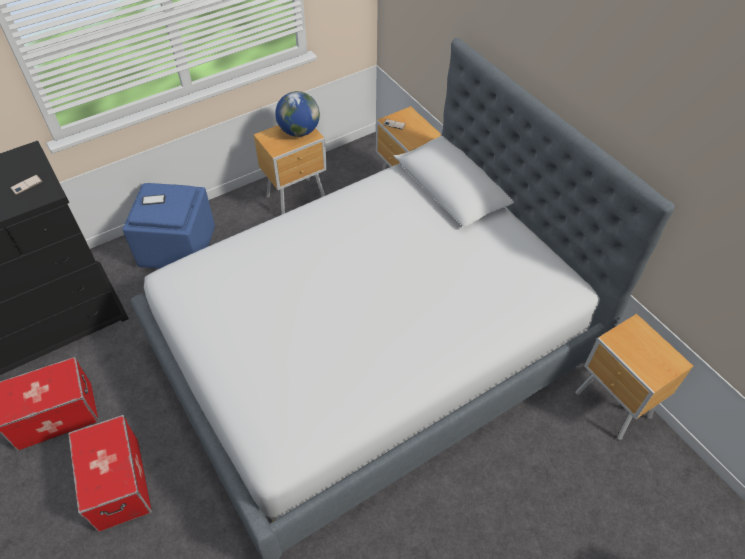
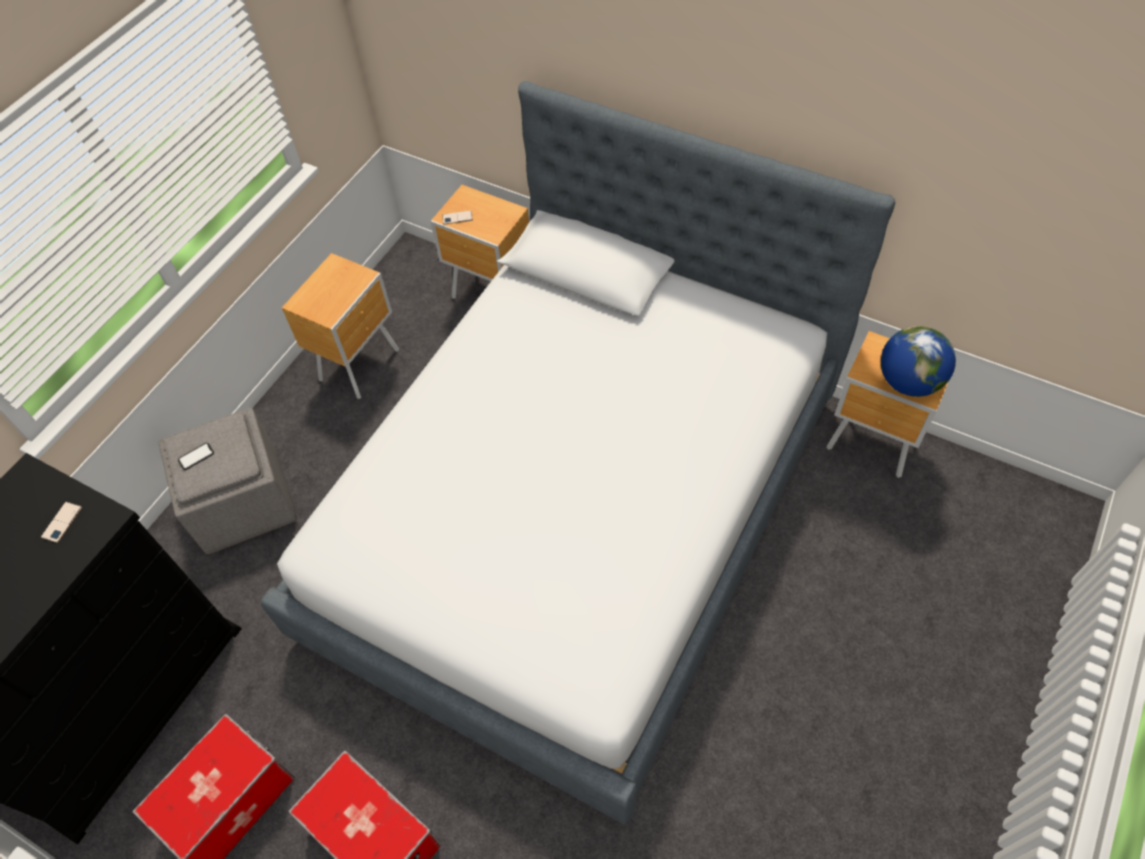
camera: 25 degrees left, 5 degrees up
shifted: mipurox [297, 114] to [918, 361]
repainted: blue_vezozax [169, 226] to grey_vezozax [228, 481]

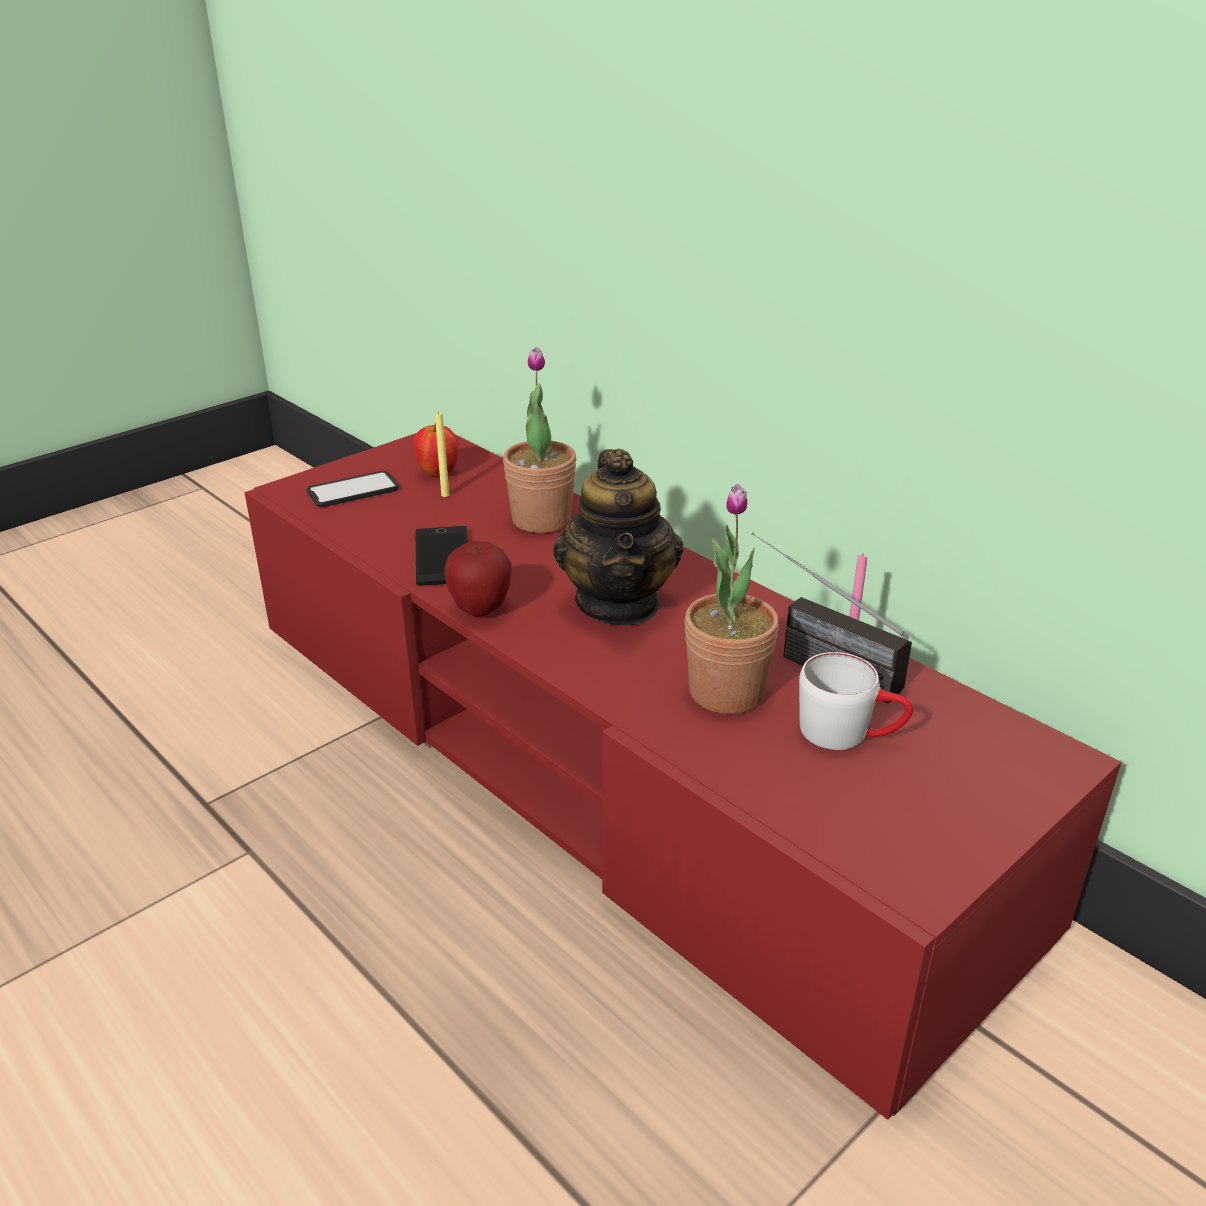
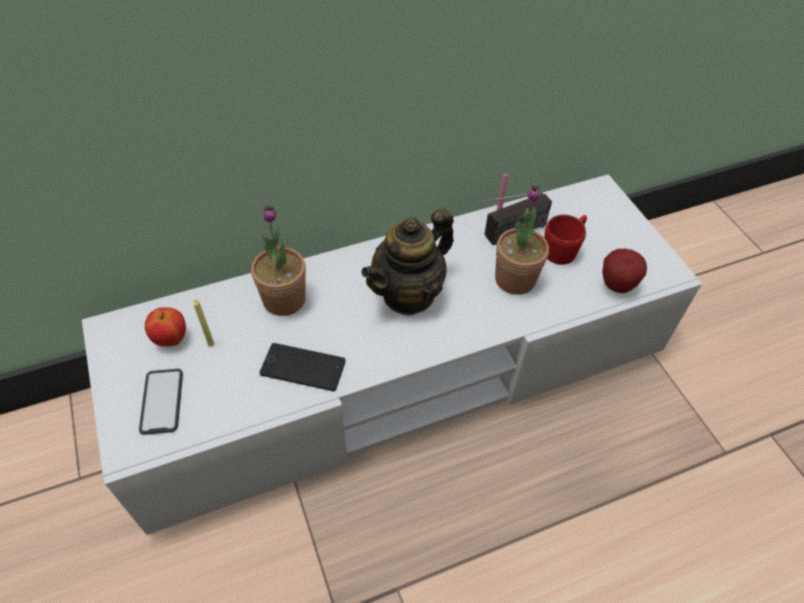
camera: 70 degrees left, 20 degrees up
shifted: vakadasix [478, 579] to [624, 271]
repainted: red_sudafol [683, 776] to white_sudafol [392, 354]; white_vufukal [856, 701] to red_vufukal [565, 240]
rotated: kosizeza [618, 537] = [407, 262] 120 degrees clockwise

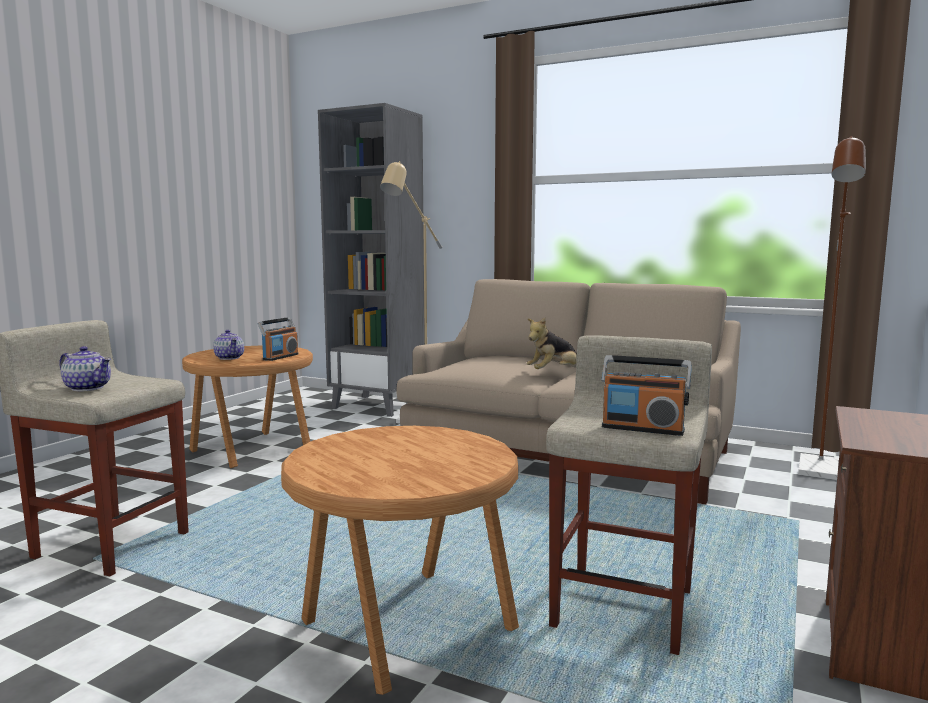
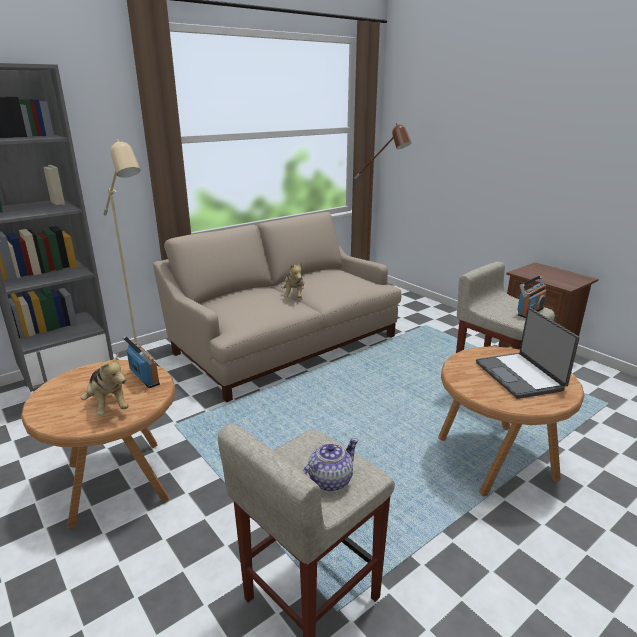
camera: 65 degrees left, 15 degrees up
new: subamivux [527, 353]
swapped: kosizeza [228, 345] to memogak [105, 384]

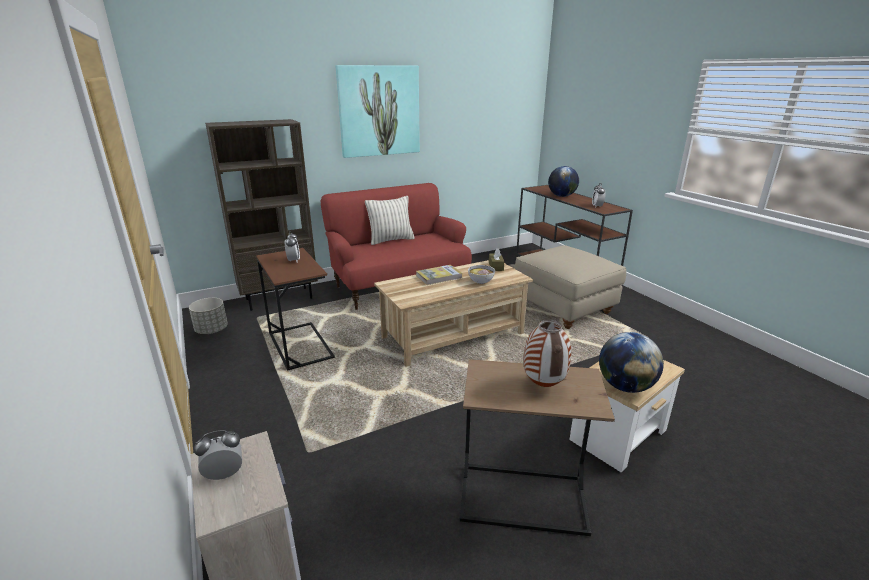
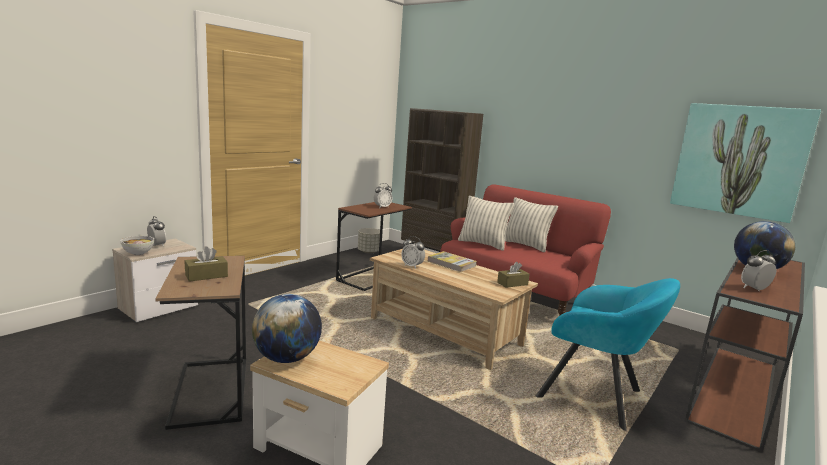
camera: 65 degrees right, 10 degrees down
new: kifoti [413, 252]; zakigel [486, 223]
shifted: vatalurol [481, 274] to [137, 245]; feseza [378, 111] to [745, 163]
swapped: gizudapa [547, 353] to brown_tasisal [206, 264]; beige_vezozax [570, 287] to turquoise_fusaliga [608, 354]

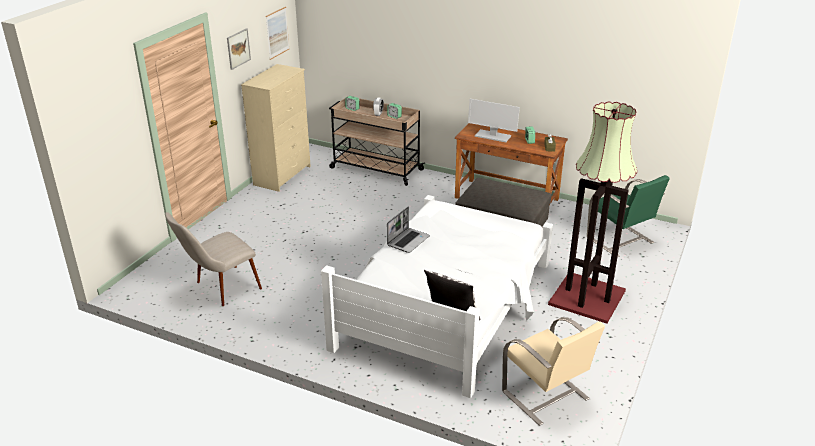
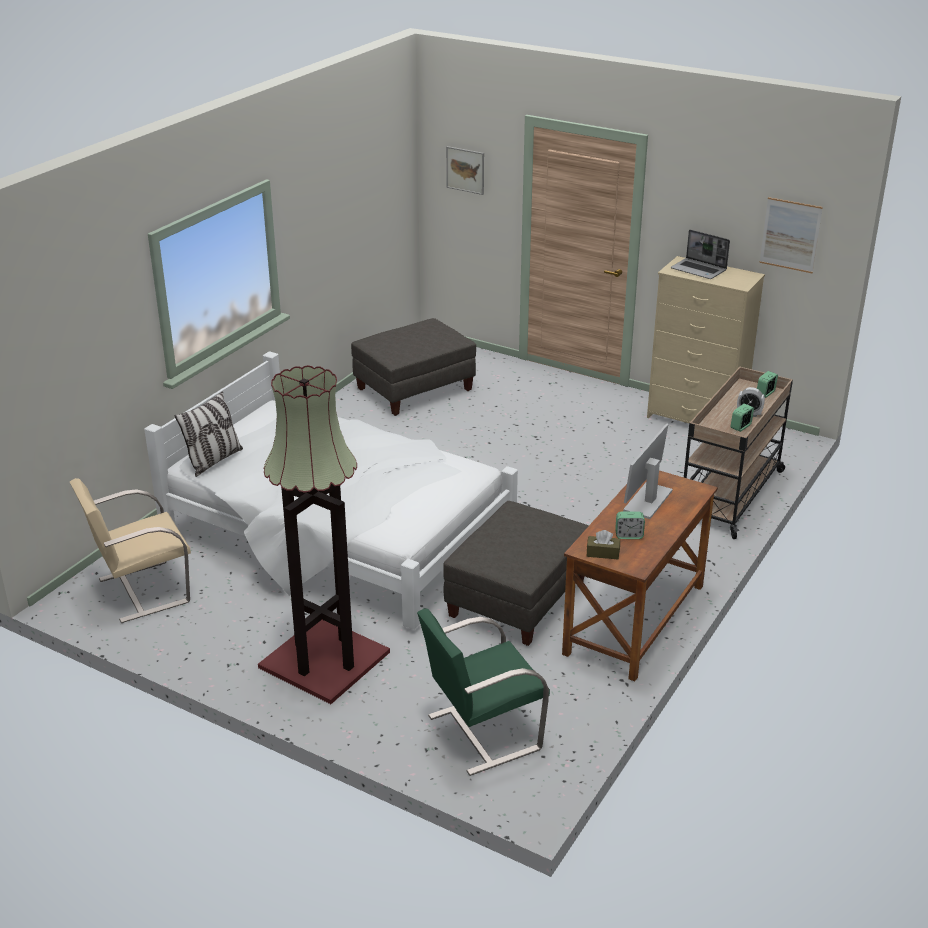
camera: 95 degrees right, 0 degrees up
shifted: feseza [239, 49] to [465, 170]; subamivux [408, 230] to [700, 254]
swapped: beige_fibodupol [213, 259] to grey_vezozax [413, 367]

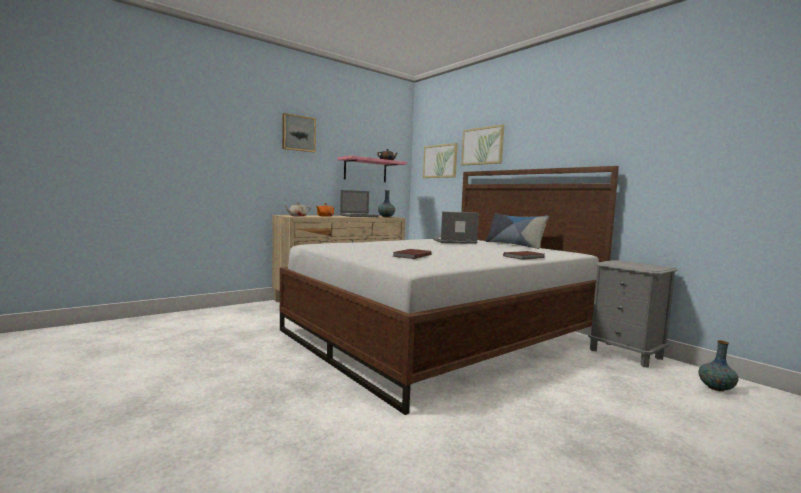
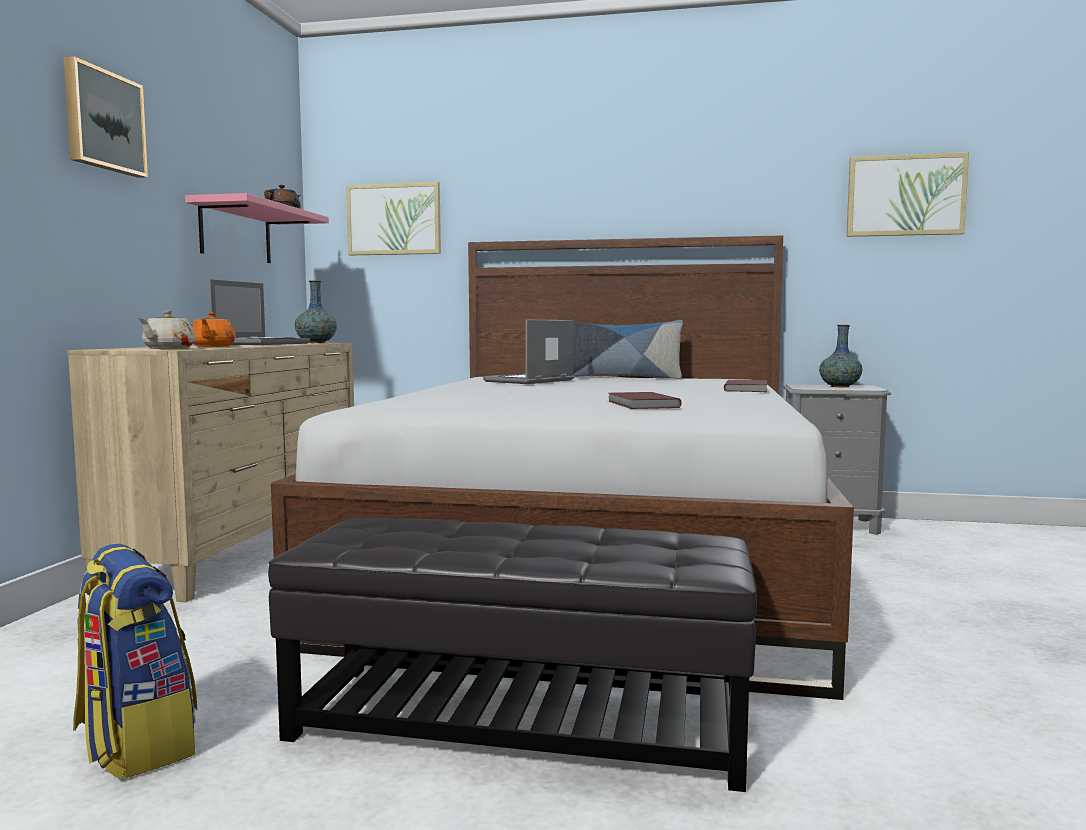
camera: 40 degrees left, 0 degrees up
new: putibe [135, 661]; black_vezozax [512, 655]
shifted: gizudapa [718, 365] to [840, 356]; feseza [483, 144] to [907, 194]

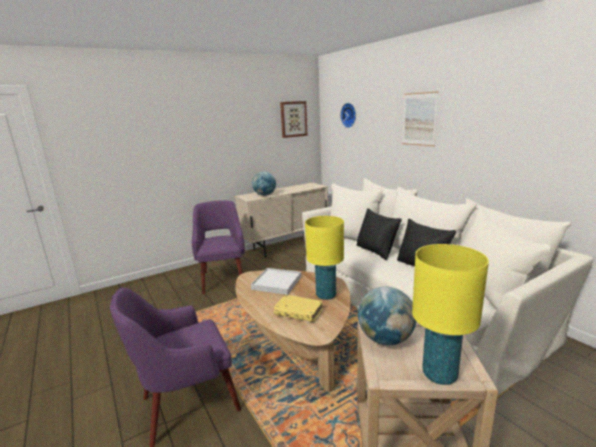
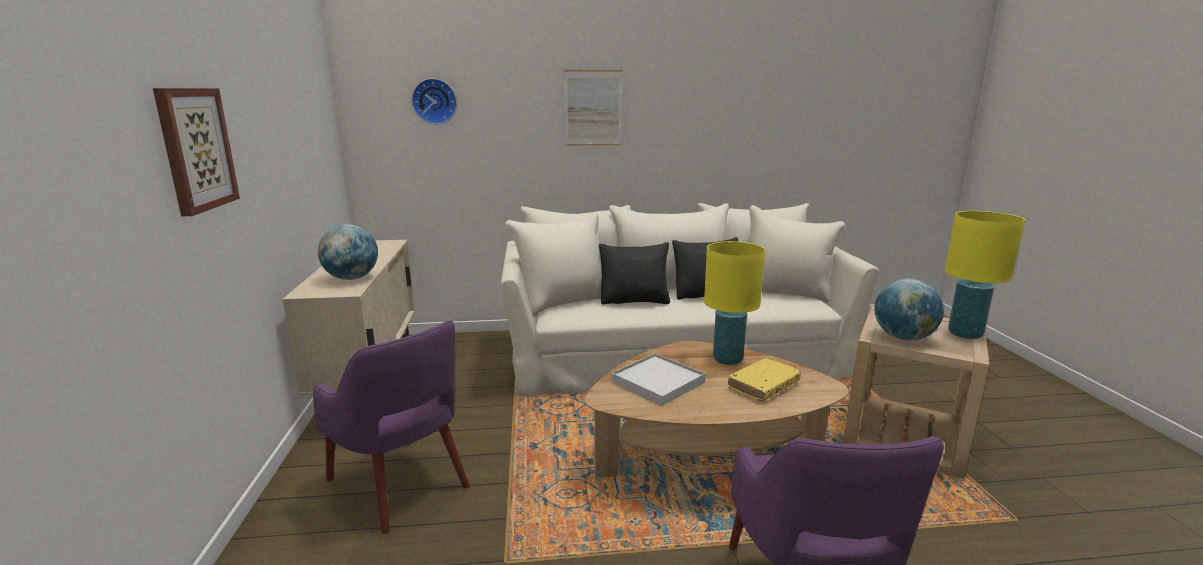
camera: 65 degrees left, 0 degrees up
shifted: feseza [294, 119] to [196, 152]
rotated: purple_fusaliga [218, 247] = [391, 427] 150 degrees counterclockwise

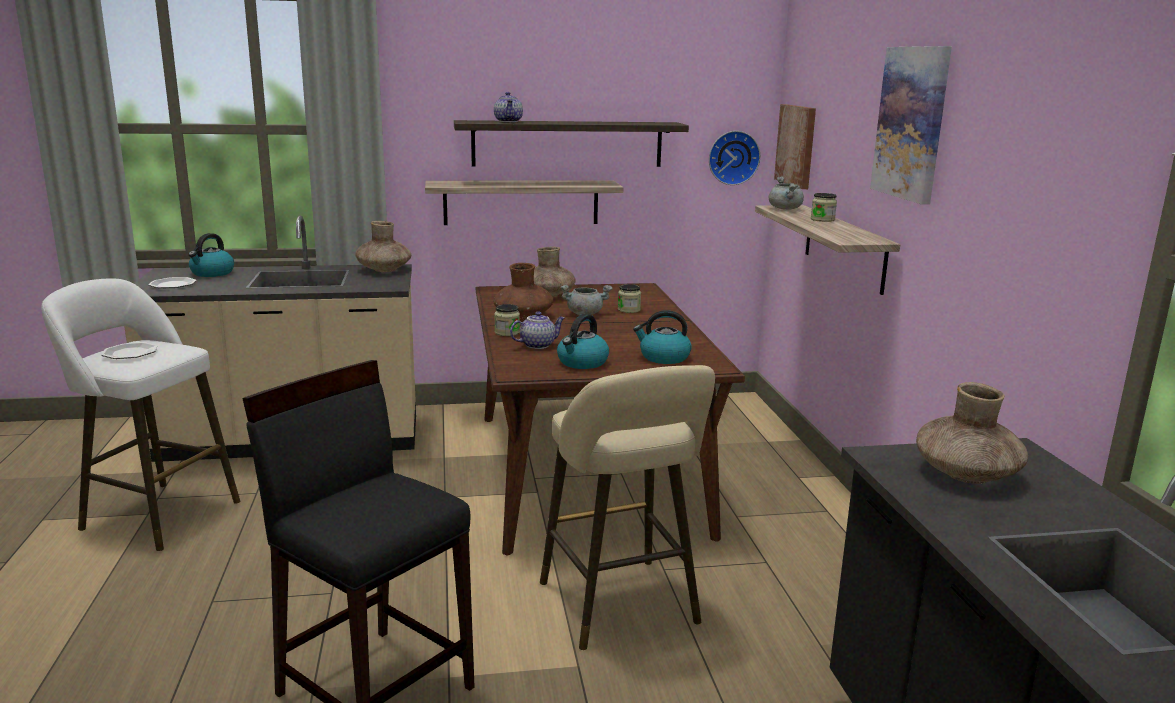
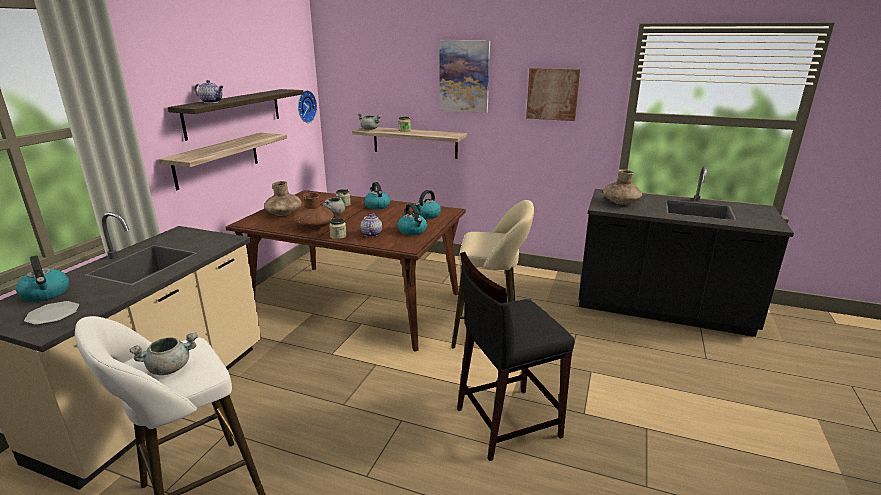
camera: 60 degrees left, 5 degrees up
gone: brown_gizudapa [383, 246]
new: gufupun [377, 196]
shifted: feseza [795, 146] to [553, 94]
swapped: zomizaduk [129, 350] to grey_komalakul [163, 353]

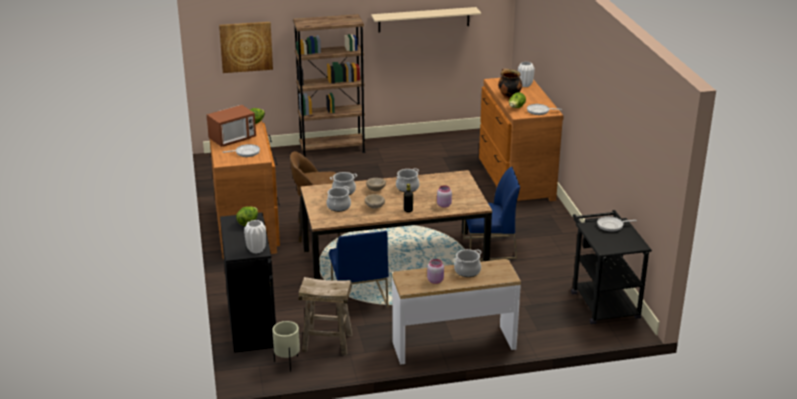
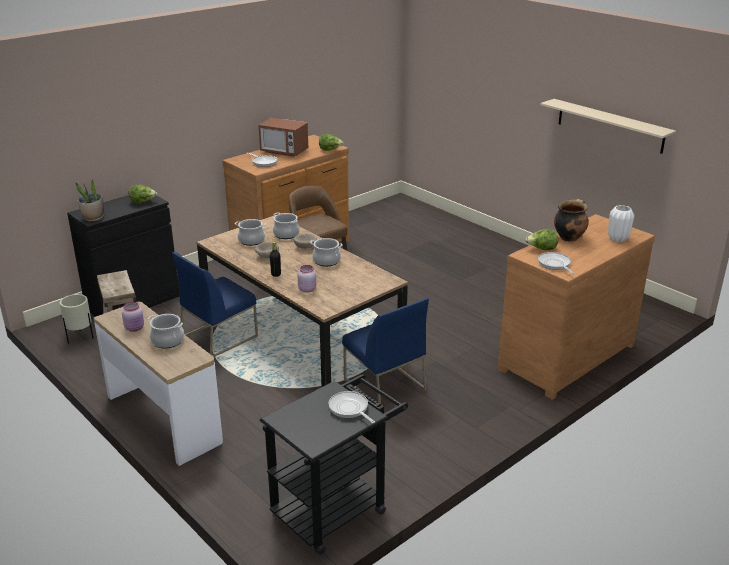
camera: 60 degrees right, 0 degrees up
gone: feseza [246, 47]; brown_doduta [329, 85]
swapped: white_gizudapa [255, 237] to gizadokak [90, 200]

